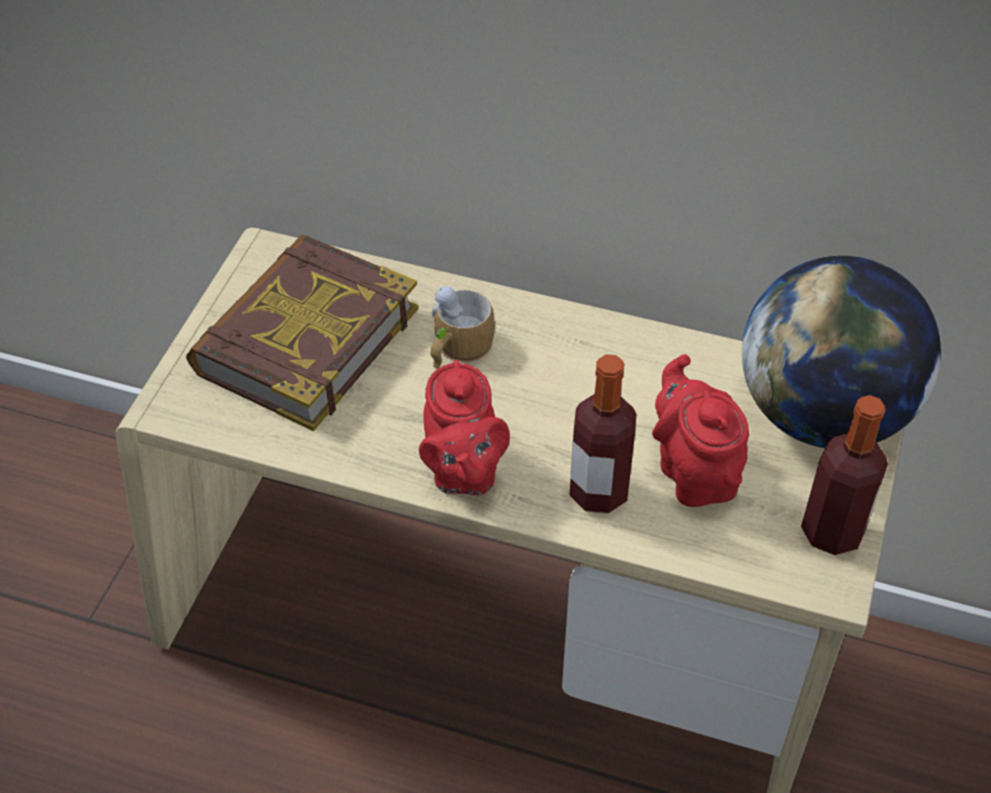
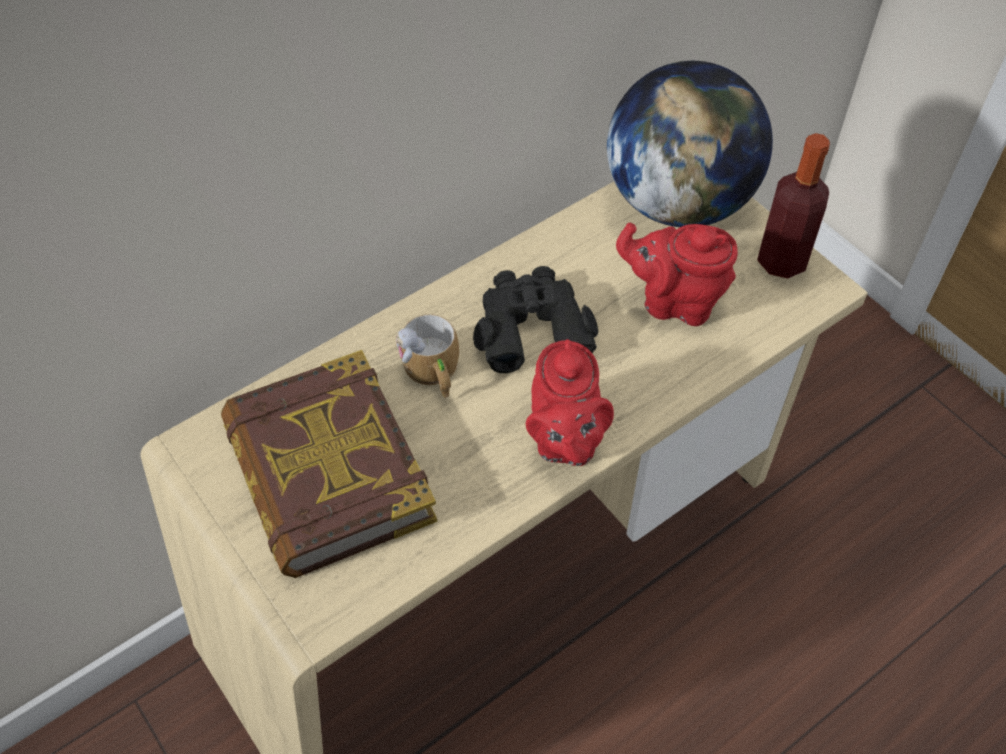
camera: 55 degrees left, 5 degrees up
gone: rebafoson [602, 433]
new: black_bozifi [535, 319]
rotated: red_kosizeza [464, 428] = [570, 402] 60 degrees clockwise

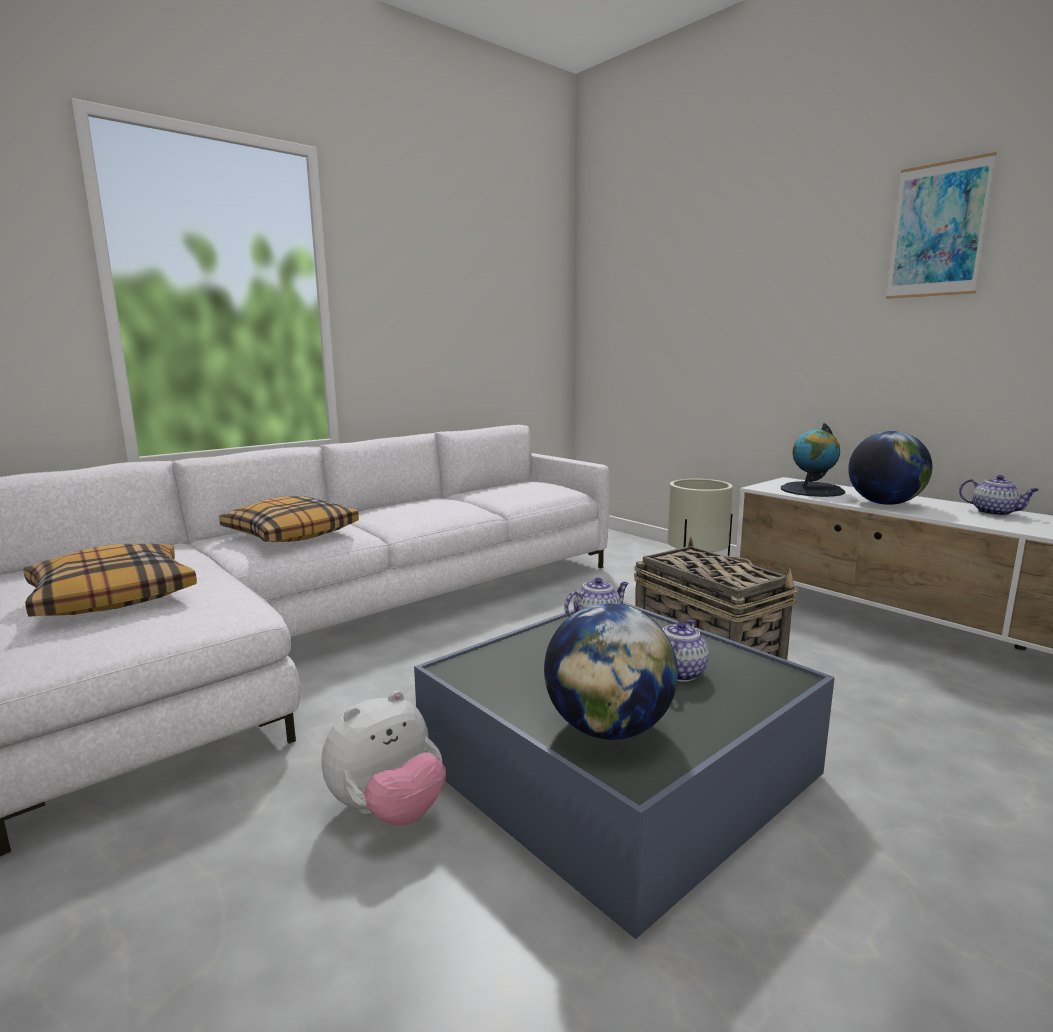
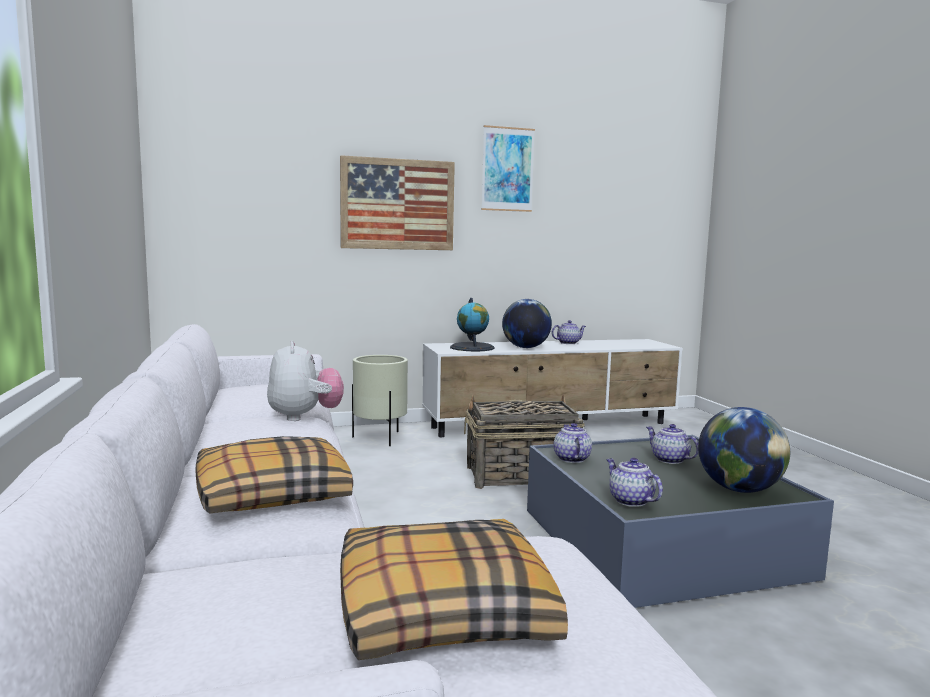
camera: 65 degrees left, 5 degrees down
new: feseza [397, 202]; kosizeza [634, 482]
shifted: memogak [384, 758] to [305, 381]

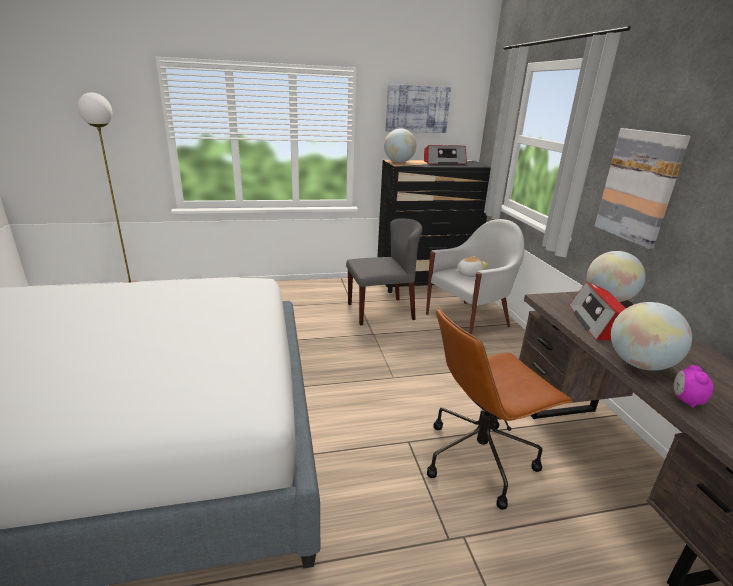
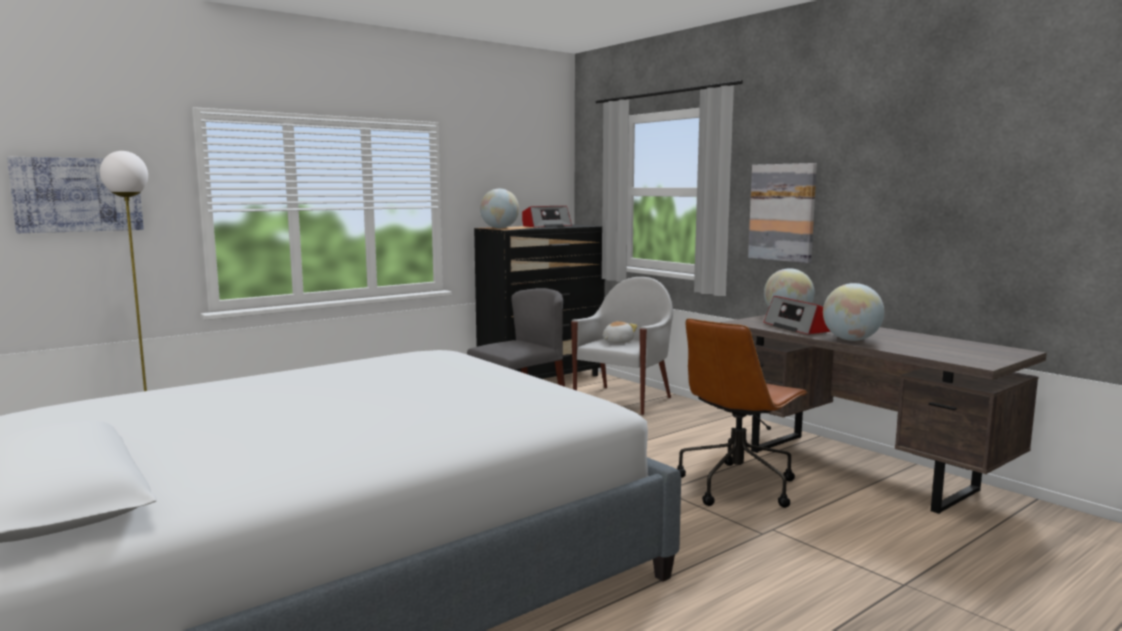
camera: 25 degrees left, 15 degrees down
gone: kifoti [693, 386]
shifted: feseza [418, 108] to [75, 195]

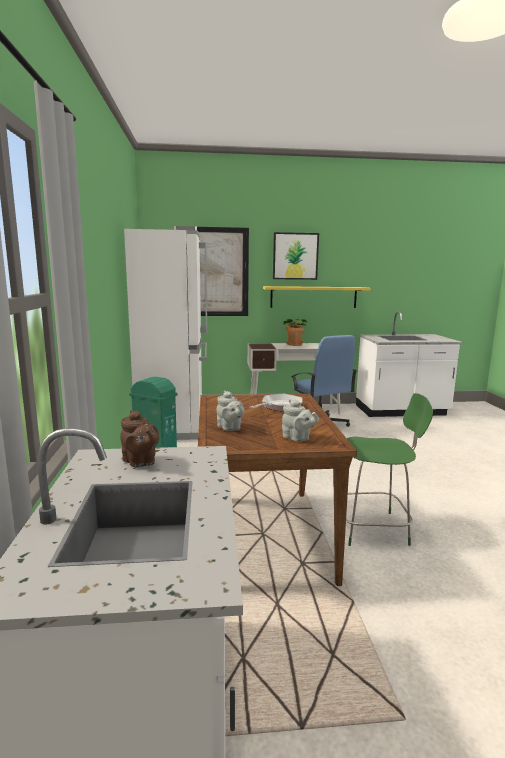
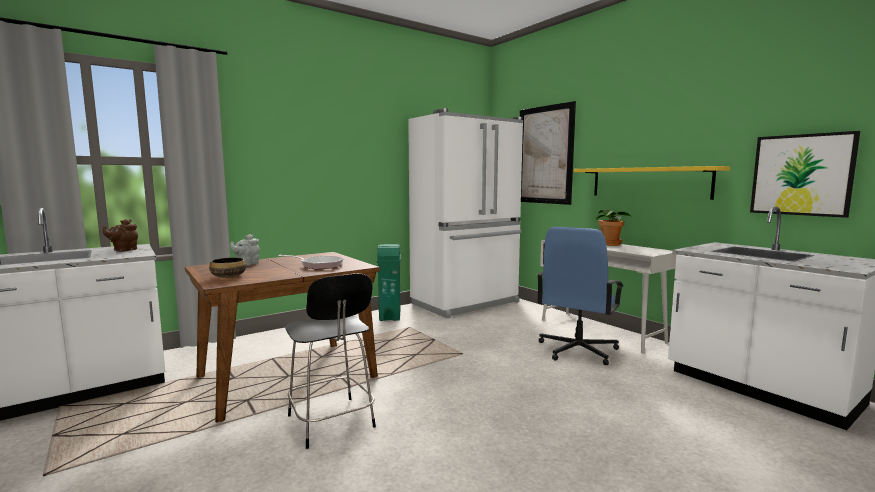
camera: 60 degrees right, 5 degrees down
shifted: feseza [296, 256] to [805, 174]
swapped: grey_kosizeza [300, 420] to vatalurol [227, 267]
repainted: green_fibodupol [389, 469] to black_fibodupol [330, 361]

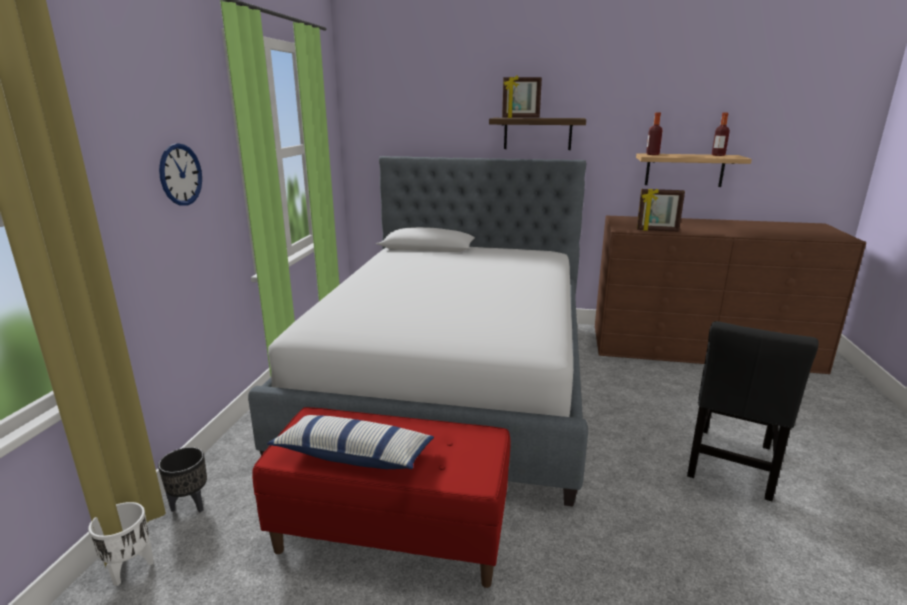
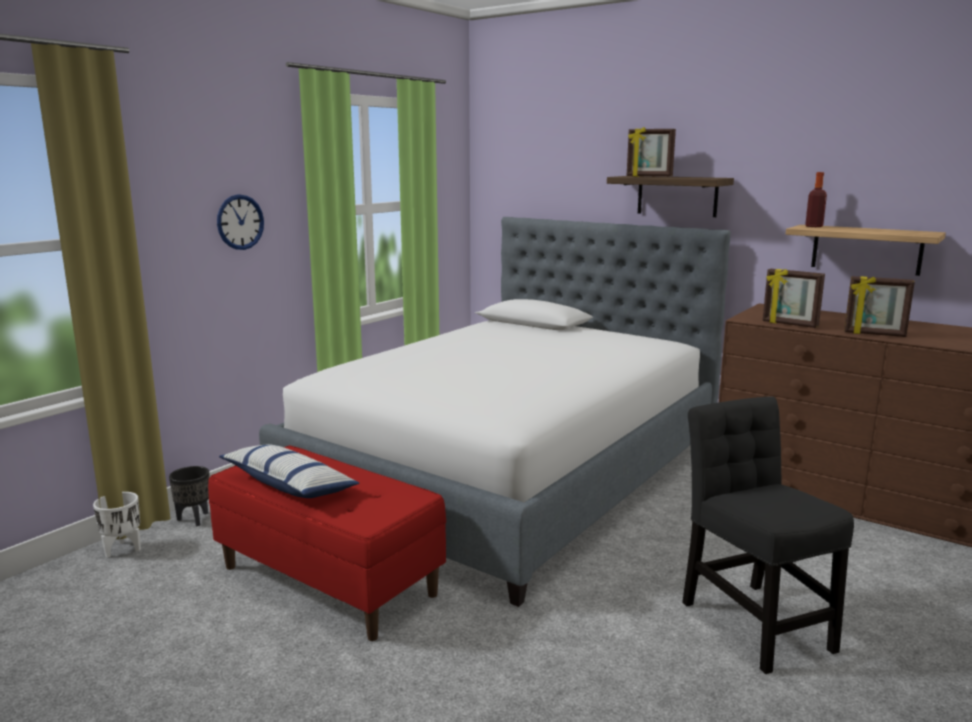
camera: 25 degrees right, 5 degrees down
gone: rebafoson [721, 134]
new: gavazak [879, 306]
rotated: black_fibodupol [753, 411] = [768, 535] 105 degrees clockwise

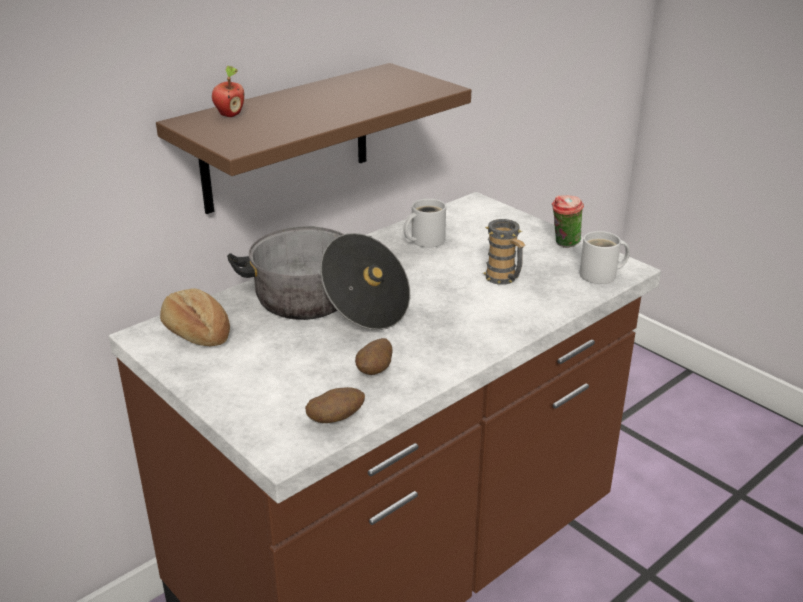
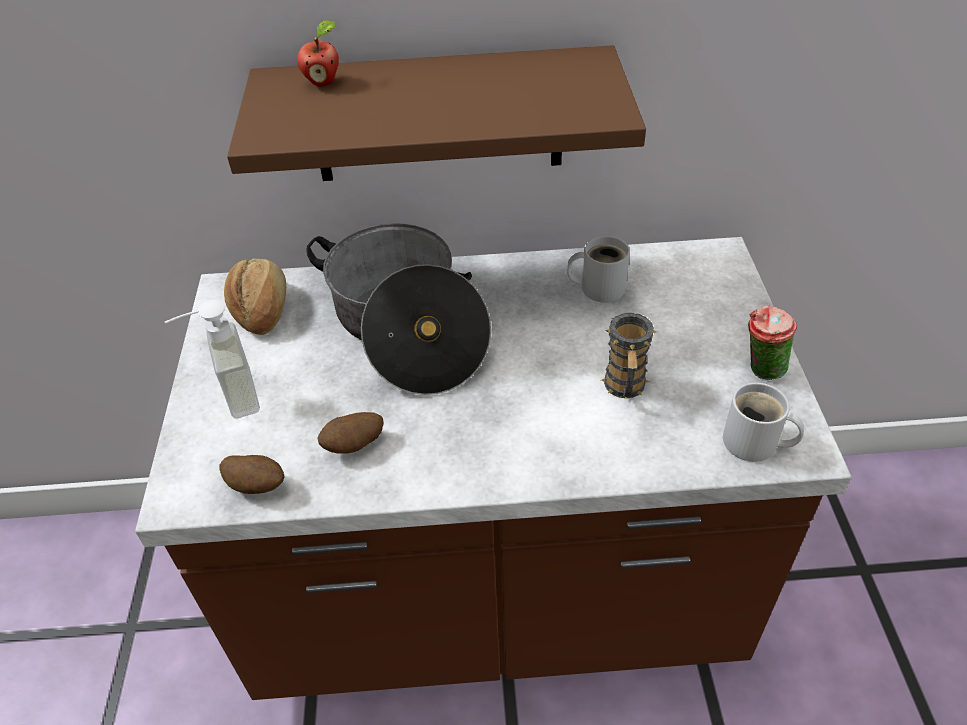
camera: 40 degrees right, 15 degrees up
new: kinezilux [212, 359]

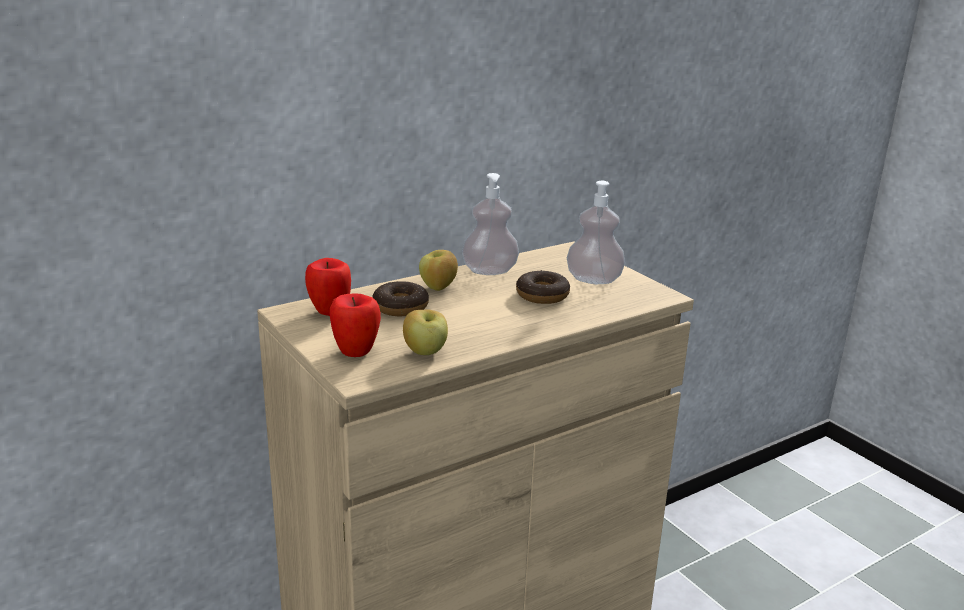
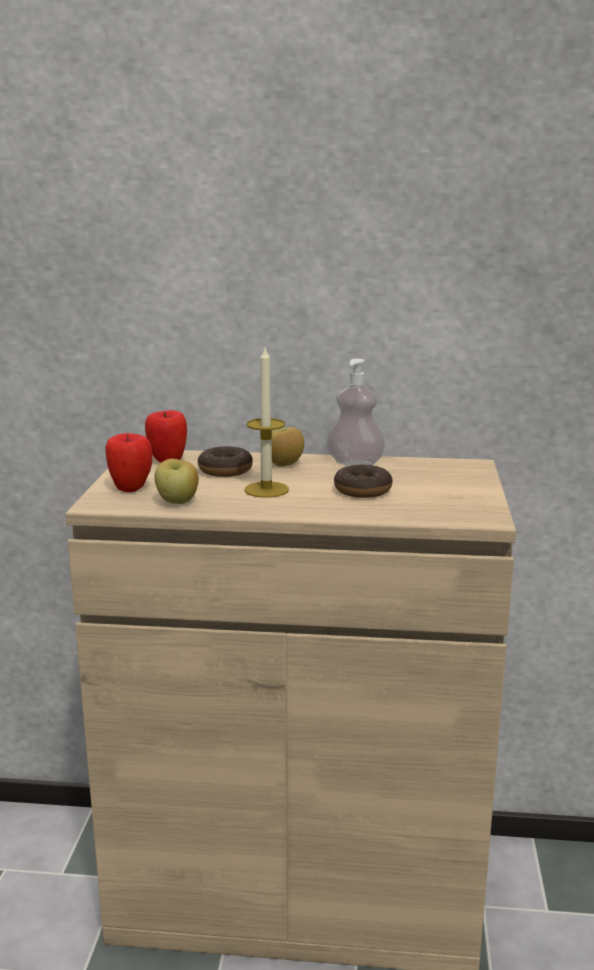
camera: 40 degrees right, 5 degrees down
gone: kinezilux [596, 232]
new: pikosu [266, 423]

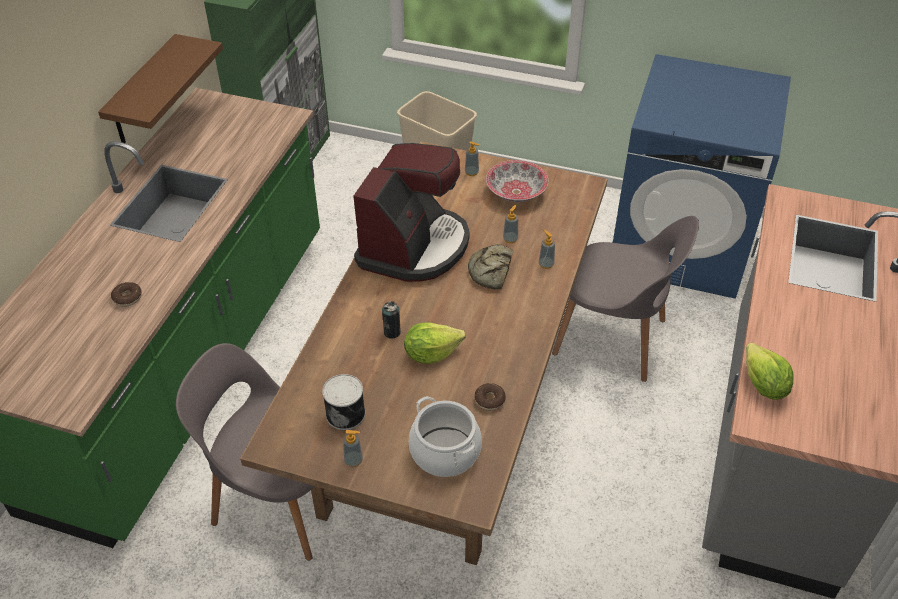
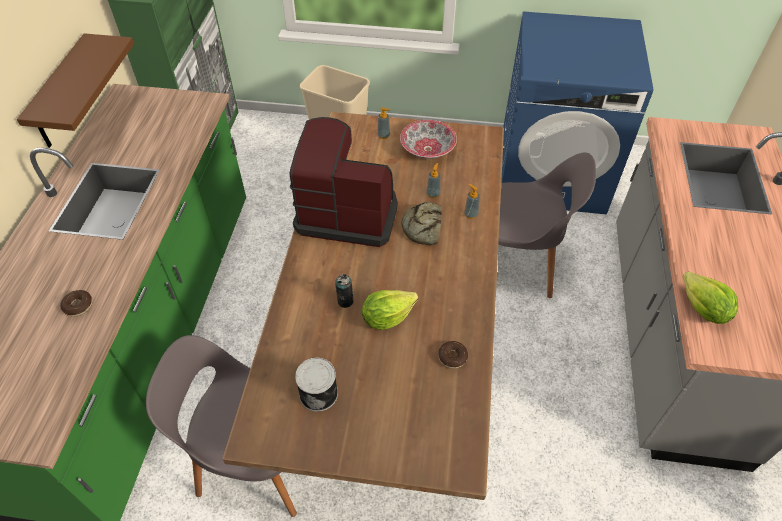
camera: 10 degrees left, 5 degrees up
gone: kinezilux [353, 448]; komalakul [445, 436]
rotated: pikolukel [411, 212] = [344, 182] 90 degrees counterclockwise

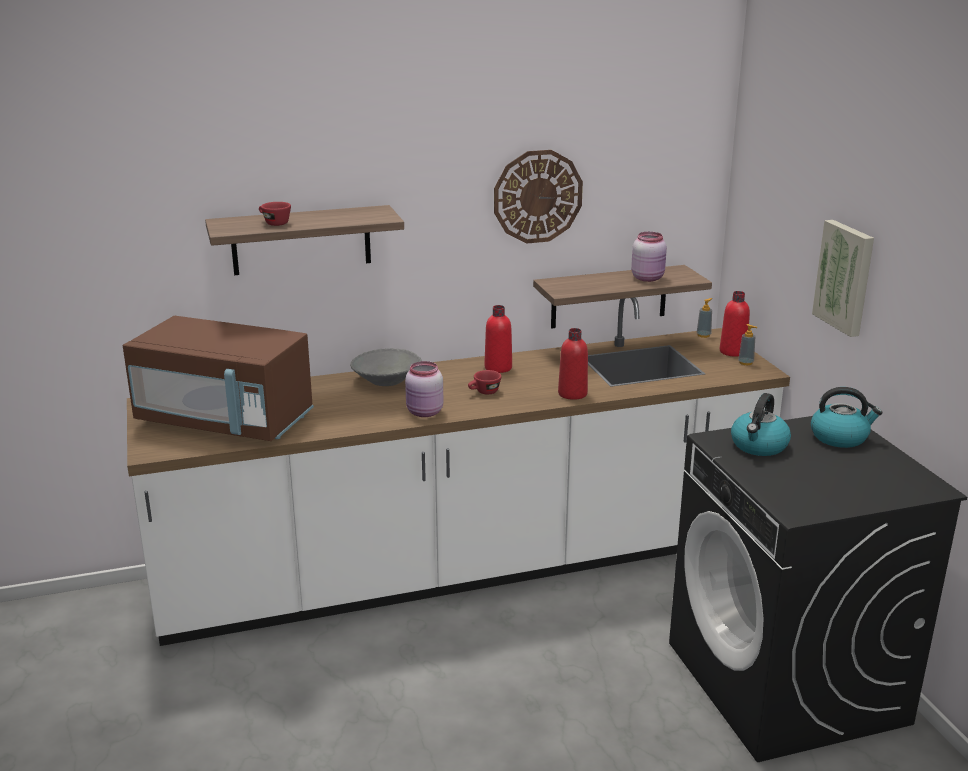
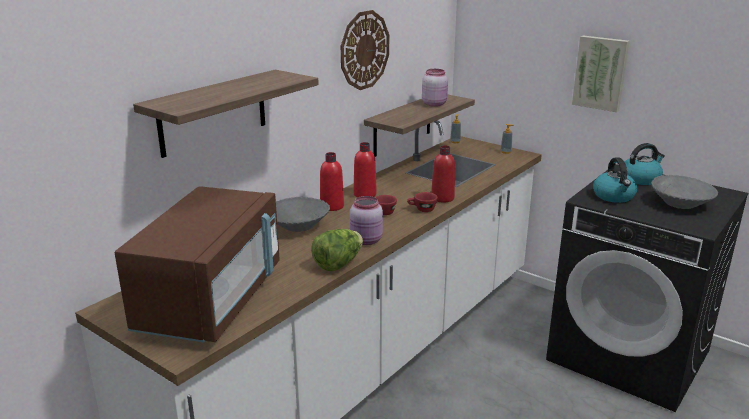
camera: 35 degrees left, 0 degrees up
new: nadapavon [337, 250]; grey_vatalurol [684, 192]
shifted: red_rebafoson [735, 324] to [332, 181]; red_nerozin [275, 214] to [422, 202]
rotated: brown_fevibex [218, 378] = [197, 264] 60 degrees counterclockwise

